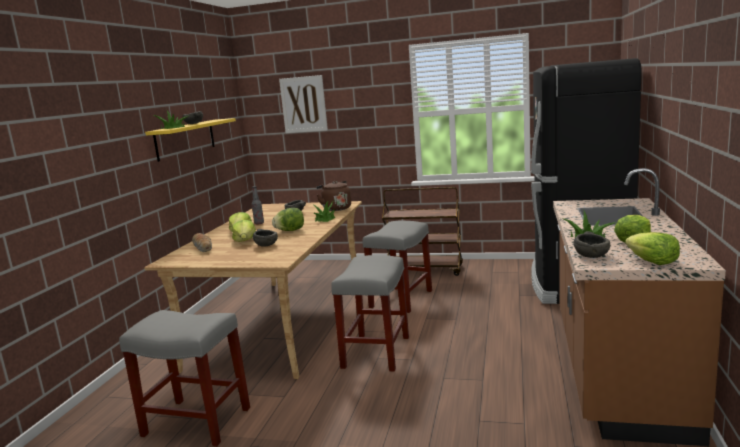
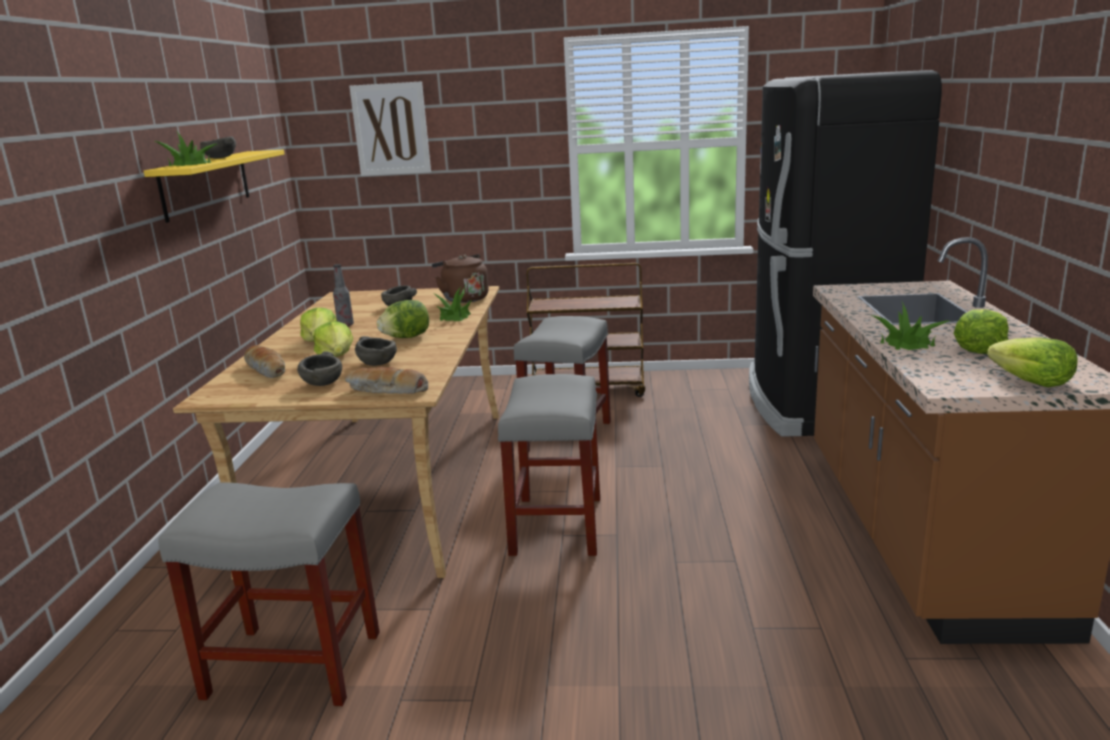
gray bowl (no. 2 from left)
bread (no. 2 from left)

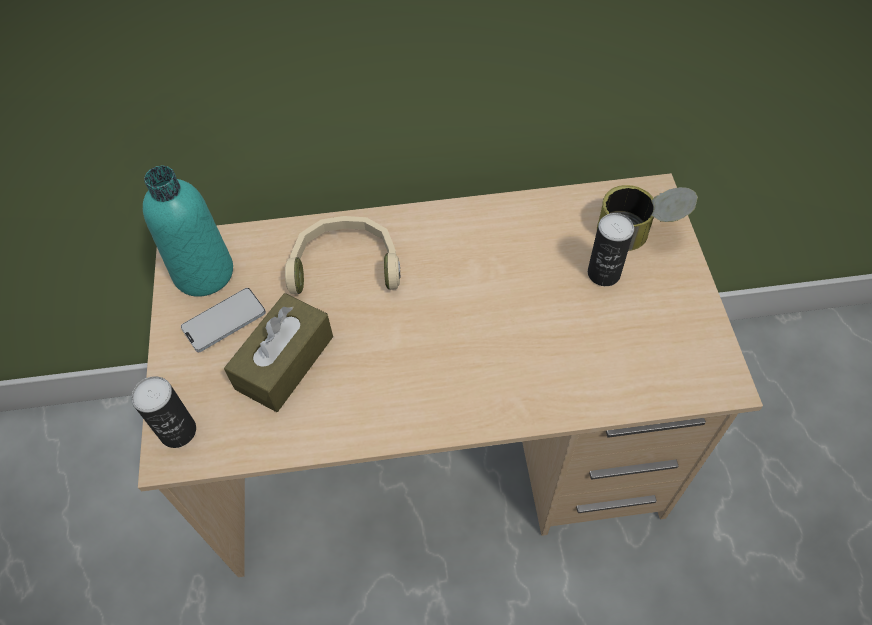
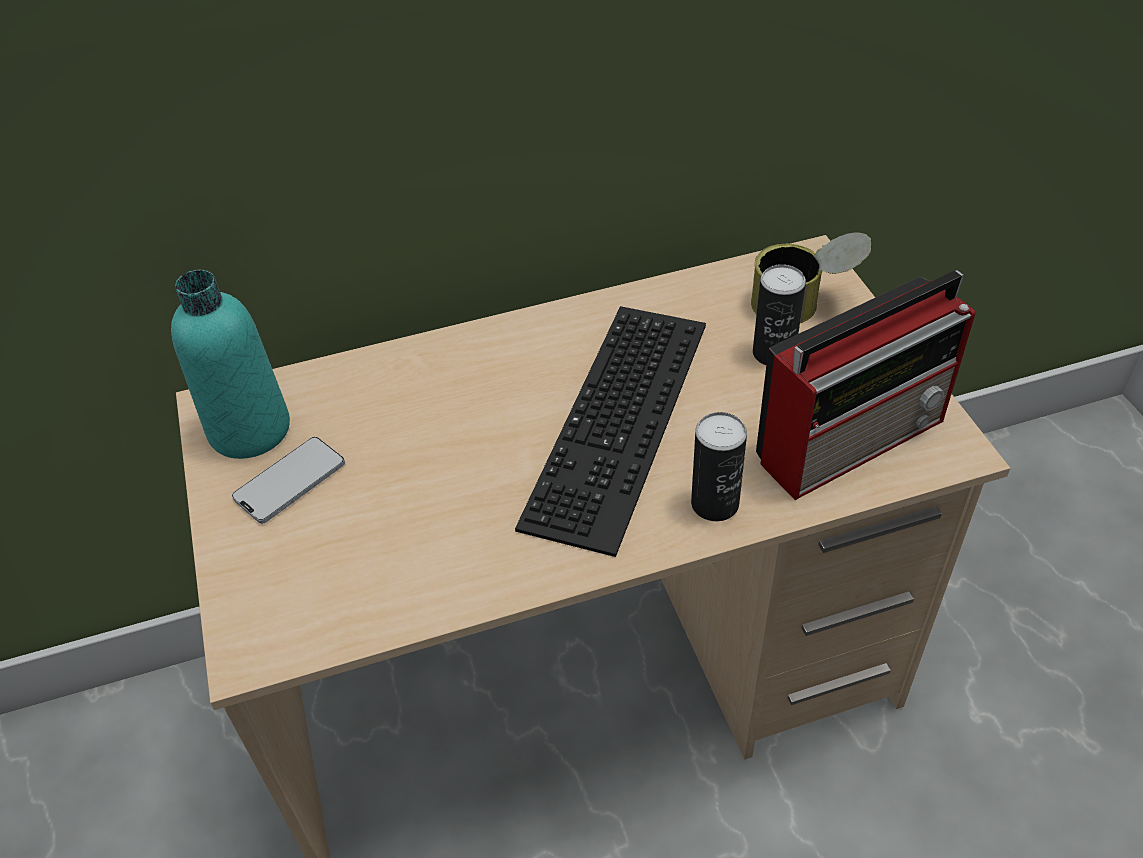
can (no. 1 from left)
brown tissue holder
sand-coloured headset
computer keyboard
radio

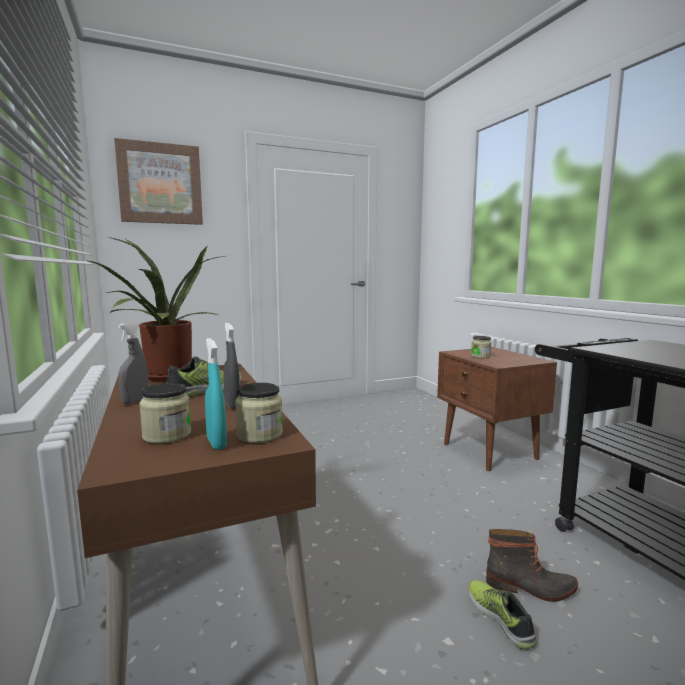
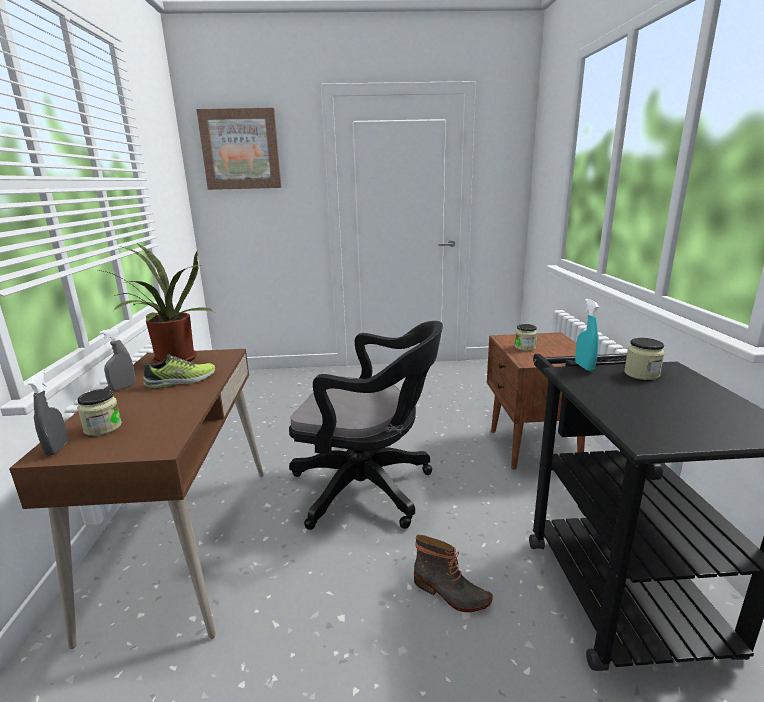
turquoise sprayer
gray sprayer (no. 1 from left)
preserve jar (no. 3 from left)
item of footwear (no. 2 from left in the first image)
blackish computer chair

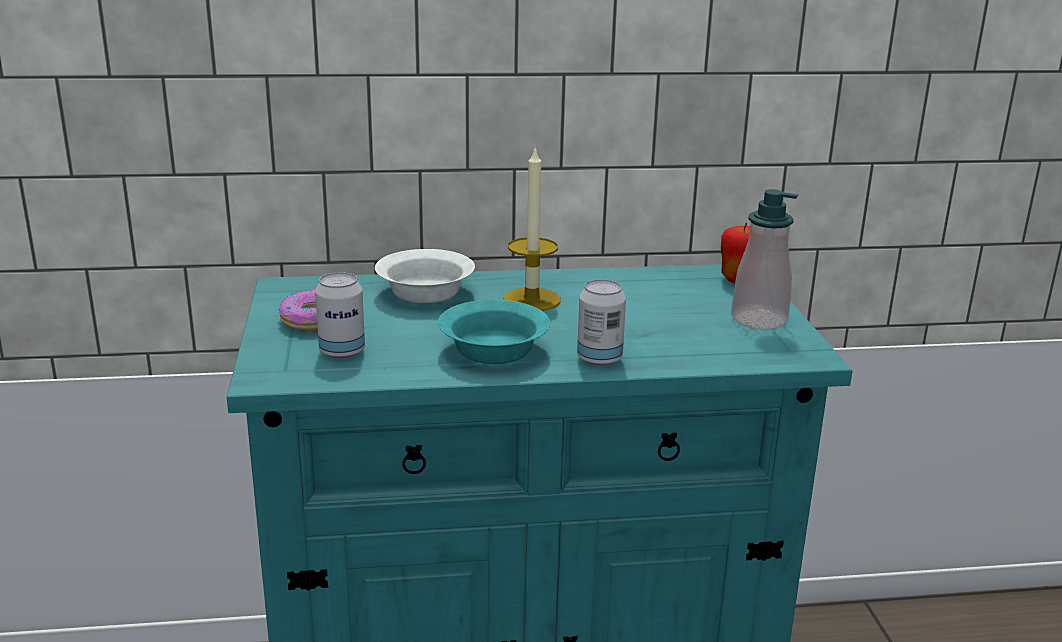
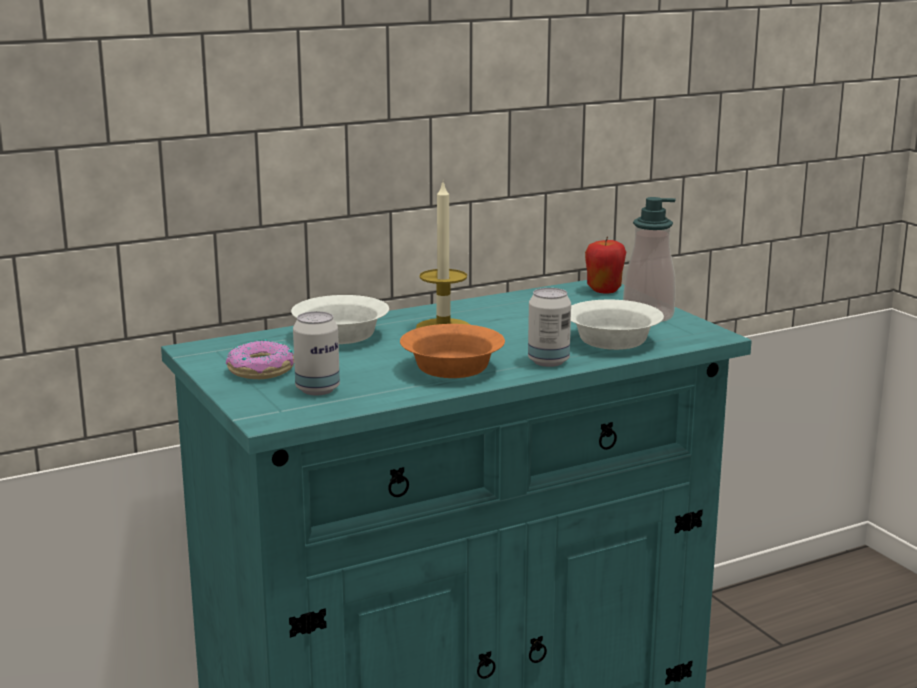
orange-coloured bowl
white bowl (no. 2 from left)

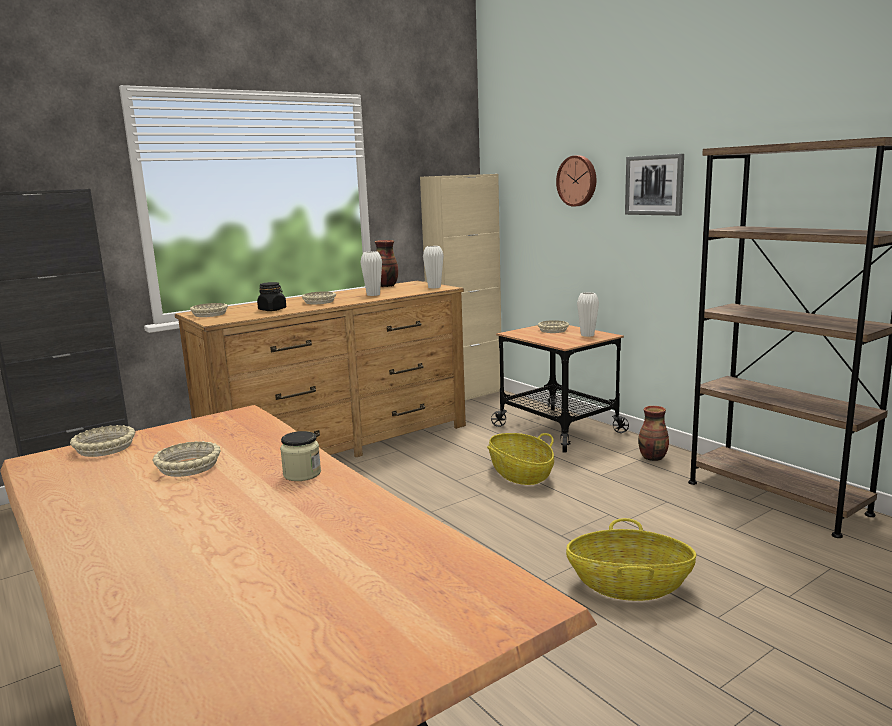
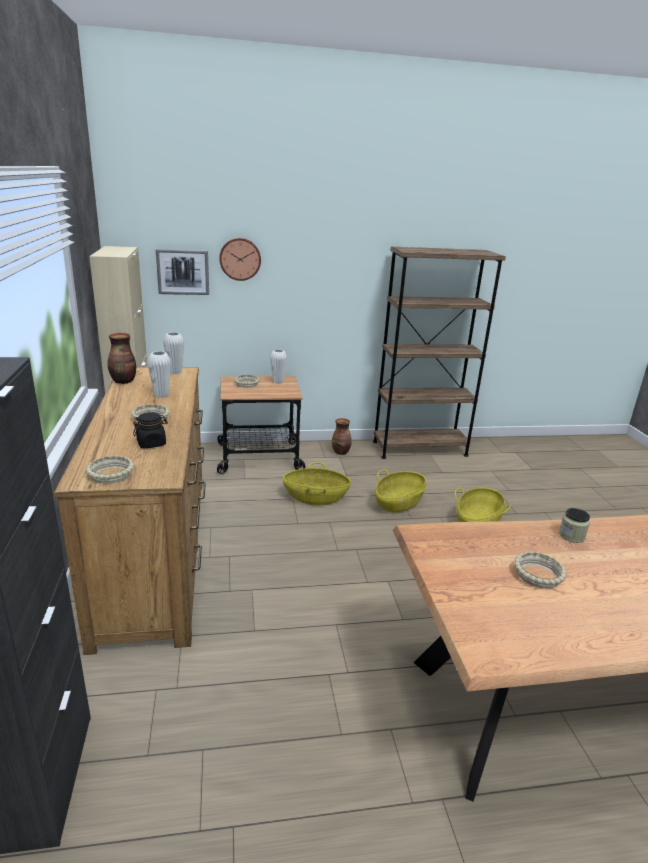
sand-coloured bowl (no. 1 from left in the first image)
wall art
storage basket (no. 2 from left)

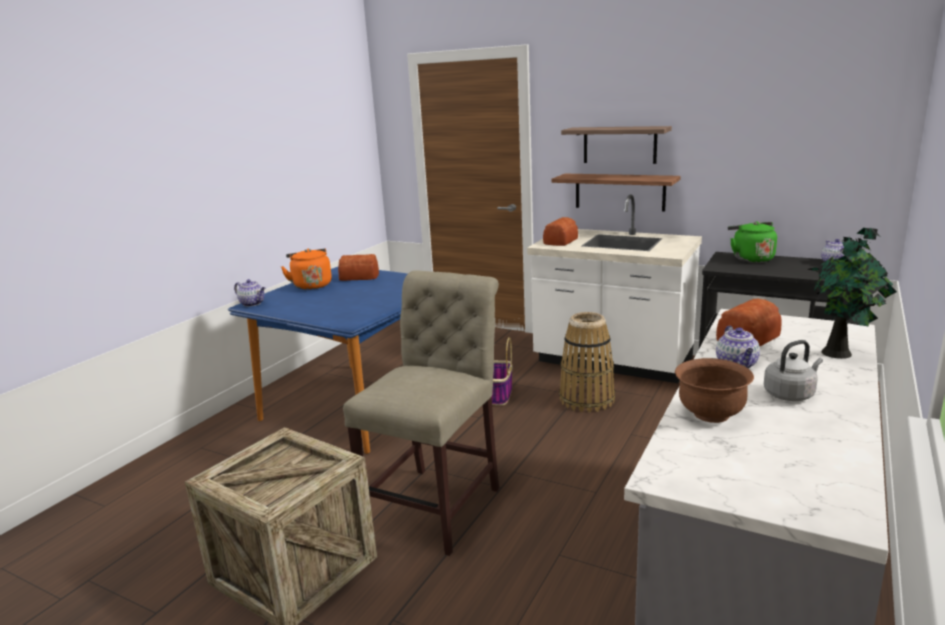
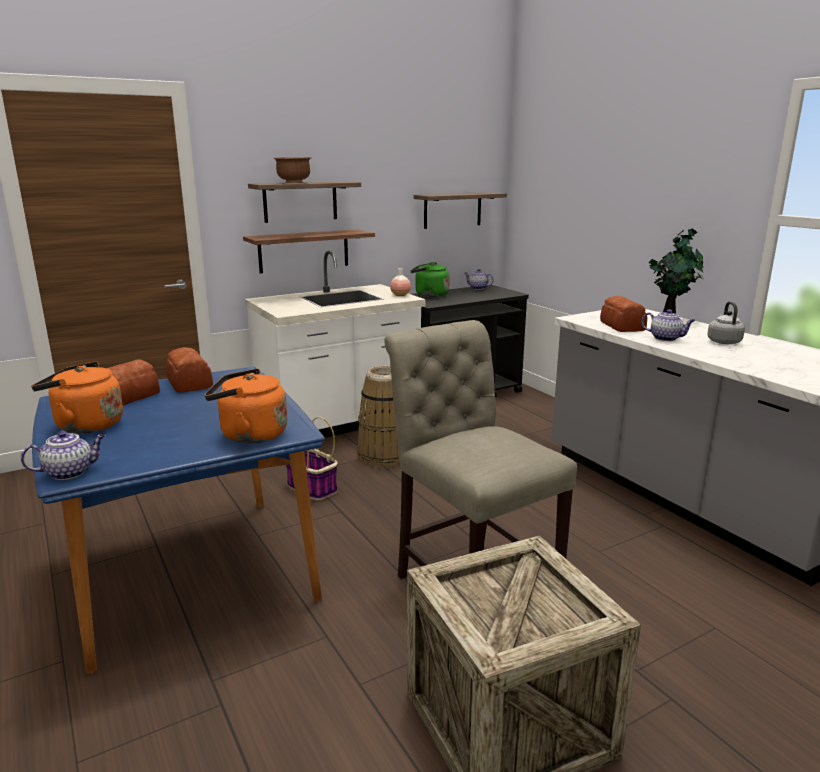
bread (no. 2 from left)
brown bowl
orange-coloured water kettle (no. 2 from left)
vase
wall shelf (no. 3 from left)

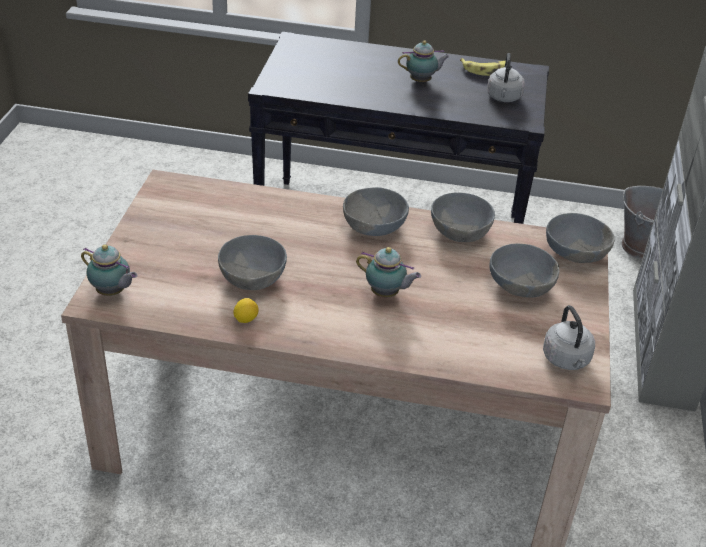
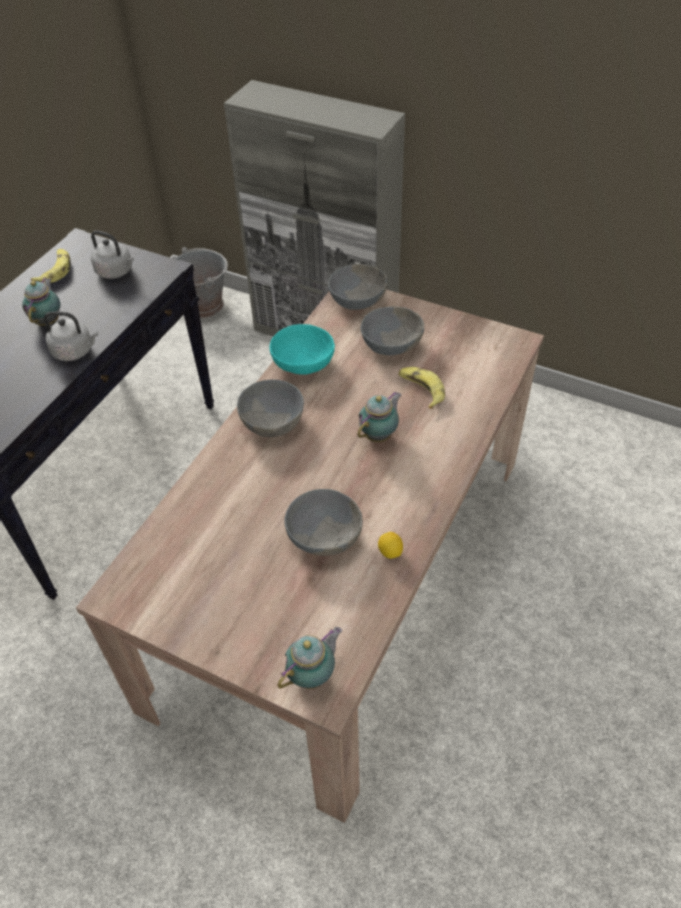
turquoise bowl
gray water kettle (no. 1 from left)
whole banana (no. 2 from left)

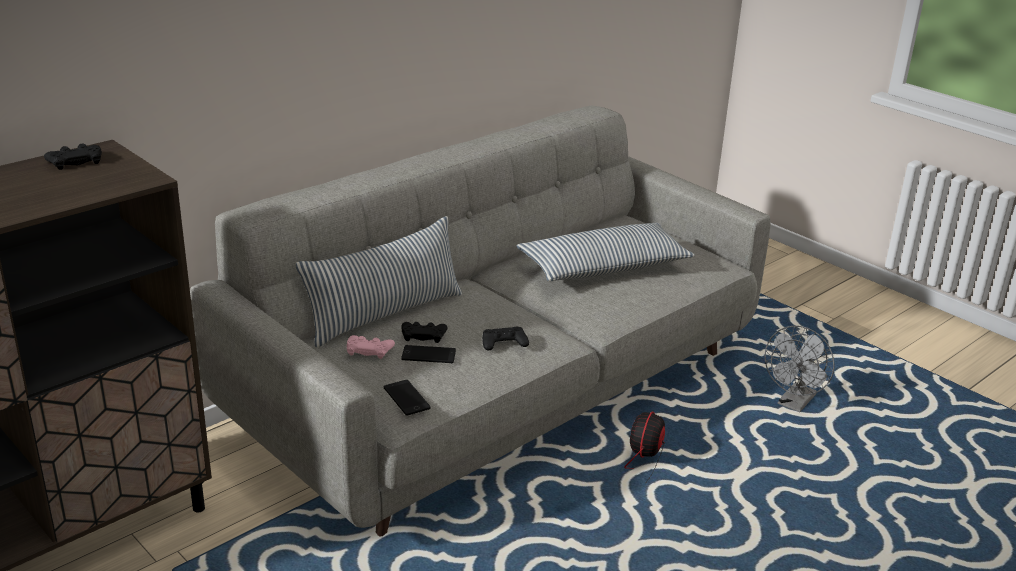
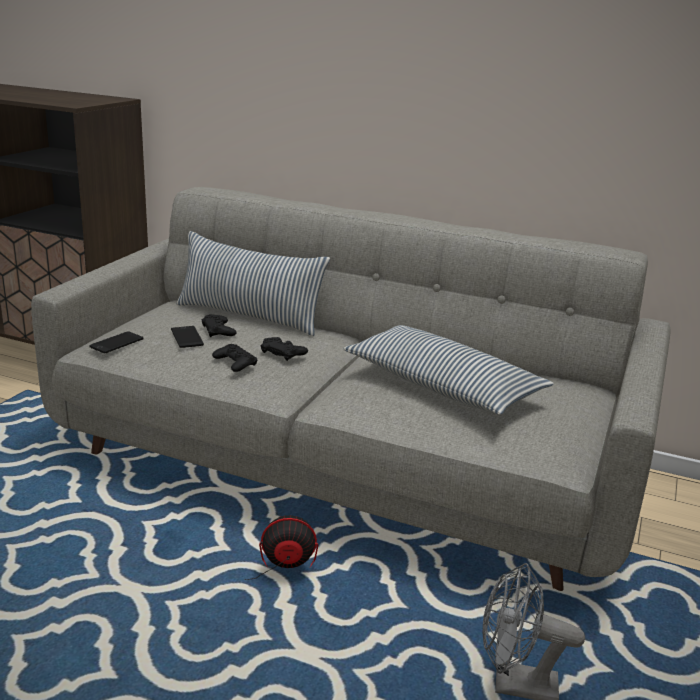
blackish gamepad (no. 3 from left)
pinkish gamepad

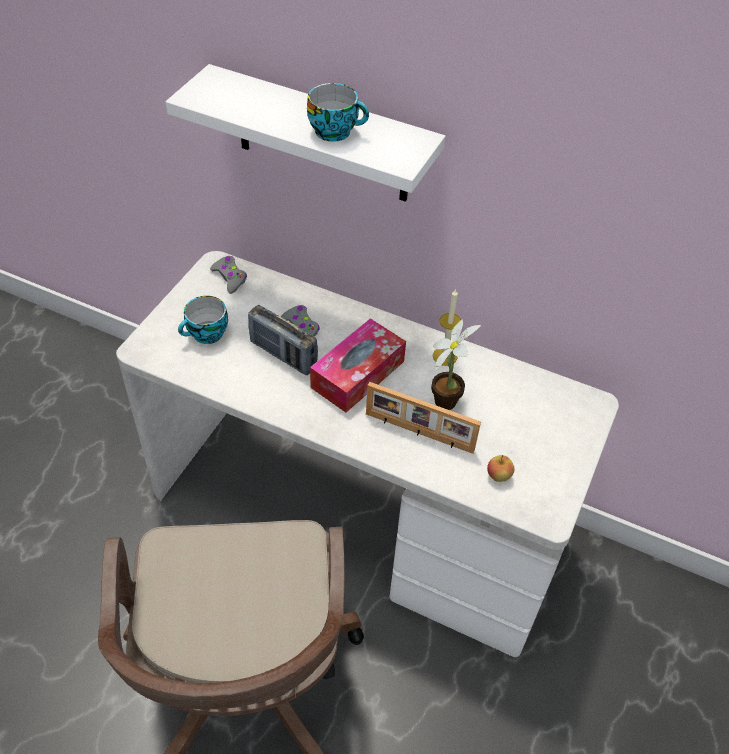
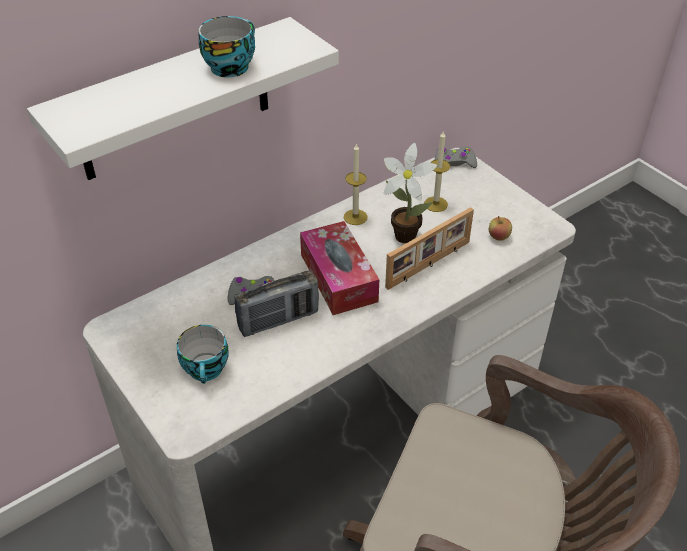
gray gamepad (no. 2 from left)
wax candle (no. 2 from left)

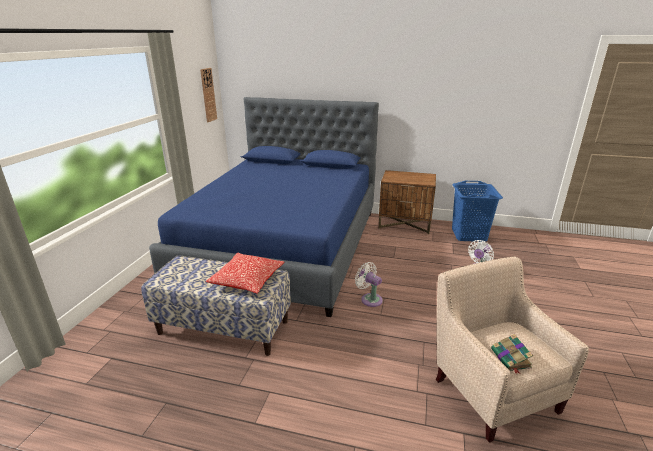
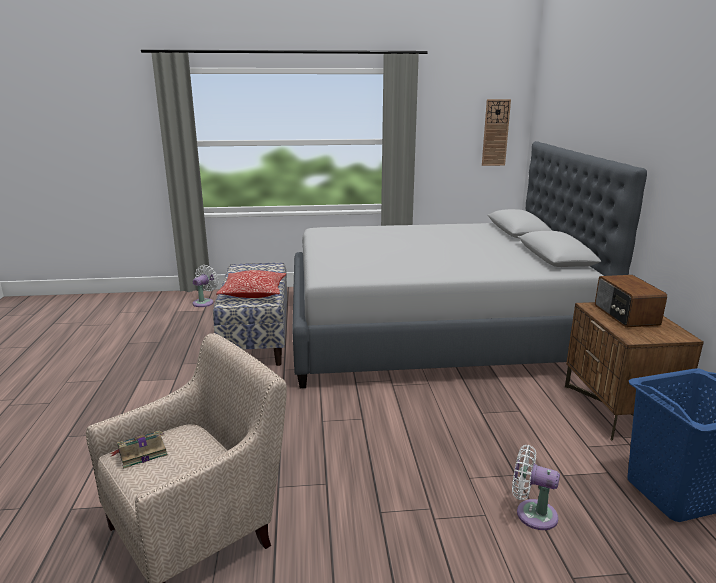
gray bedroom bed
white cooling fan (no. 1 from left)
radio

